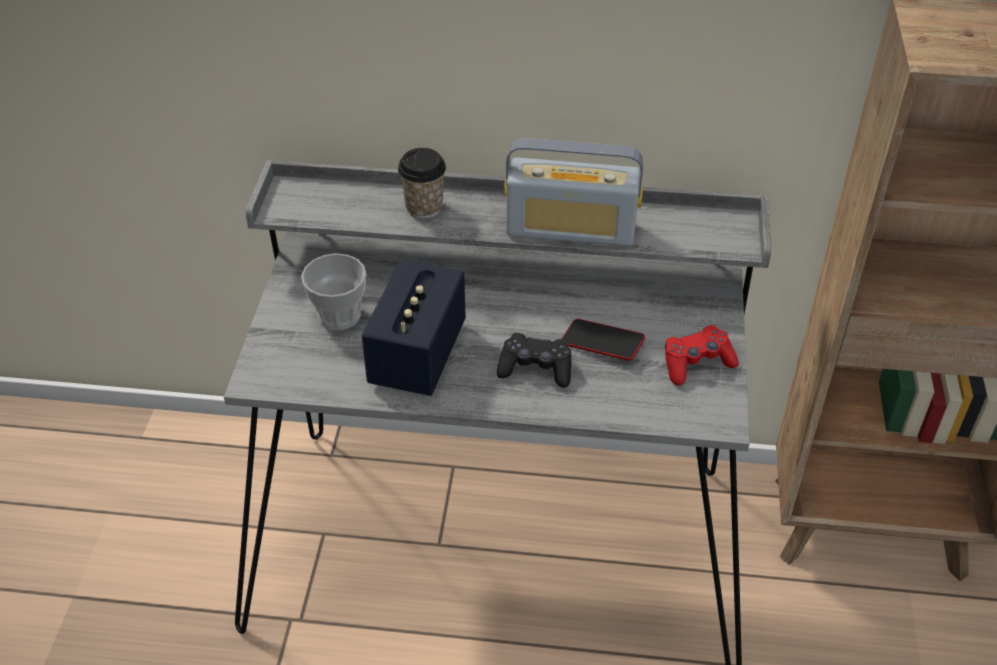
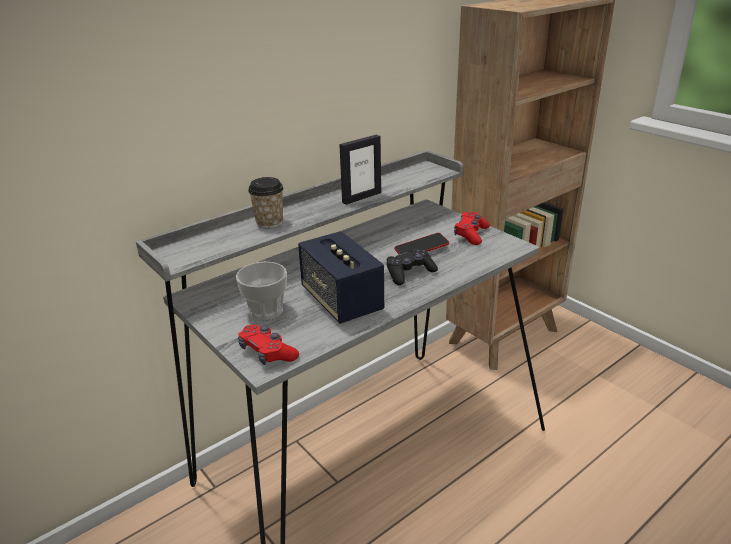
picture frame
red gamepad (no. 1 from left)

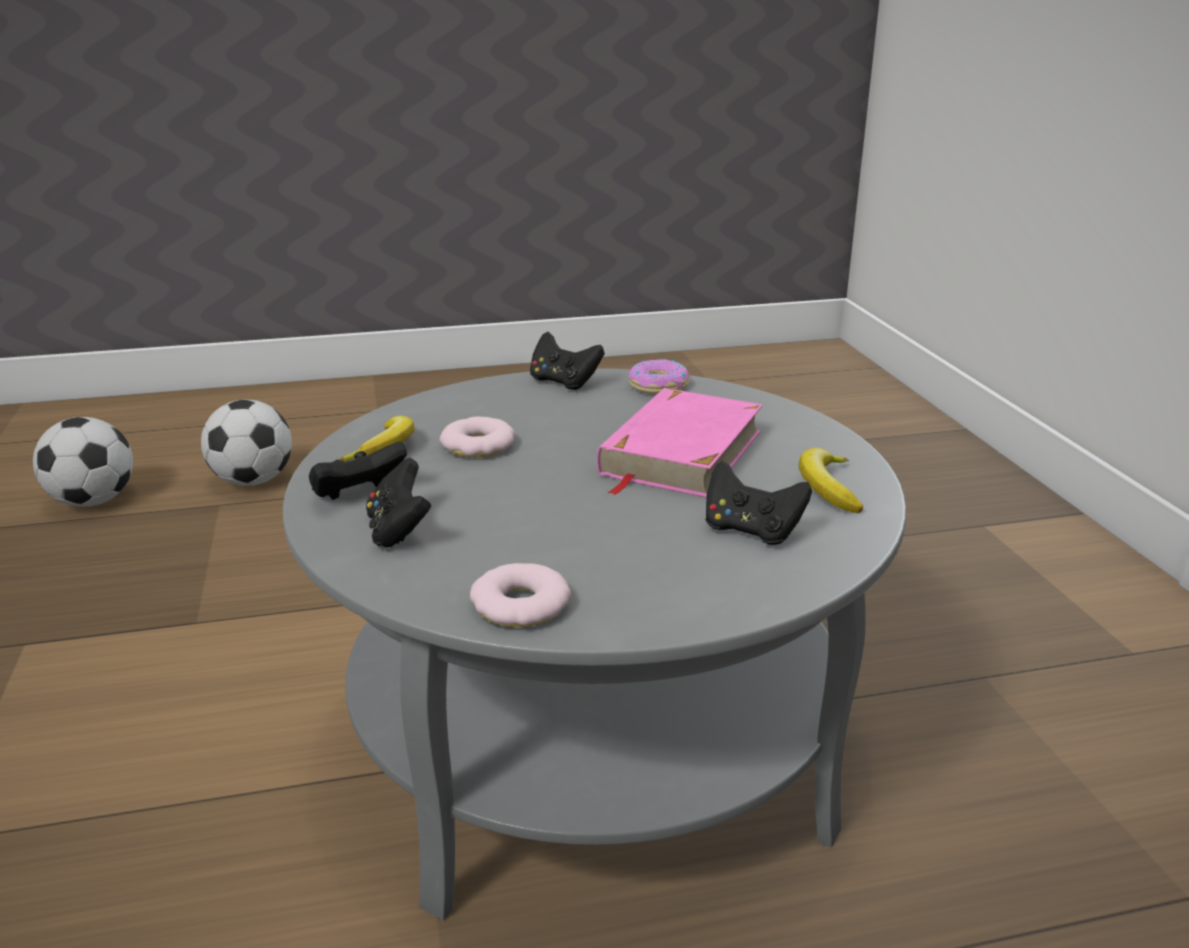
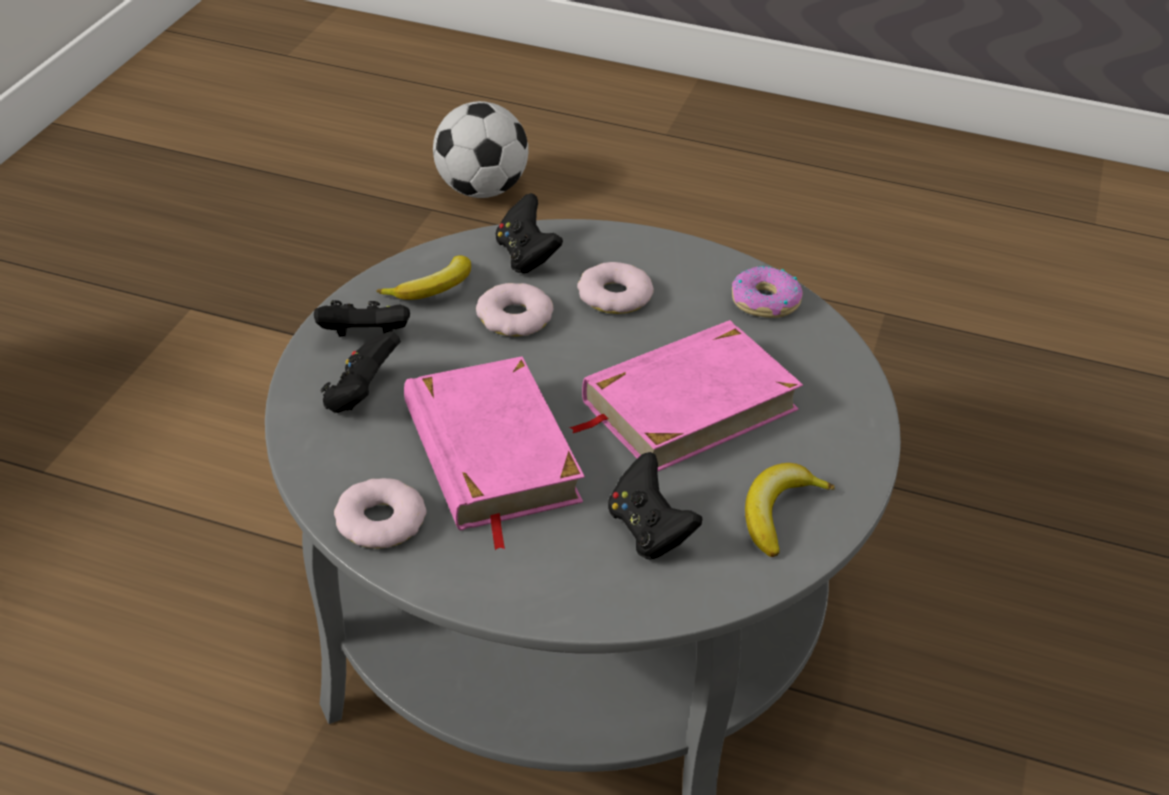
football (no. 1 from left in the first image)
blackish gamepad (no. 3 from left)
pinkish bound book (no. 1 from left)
ring doughnut (no. 3 from left)

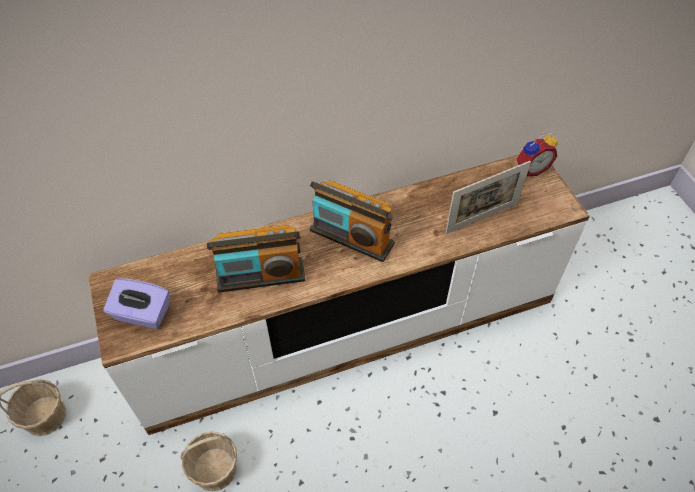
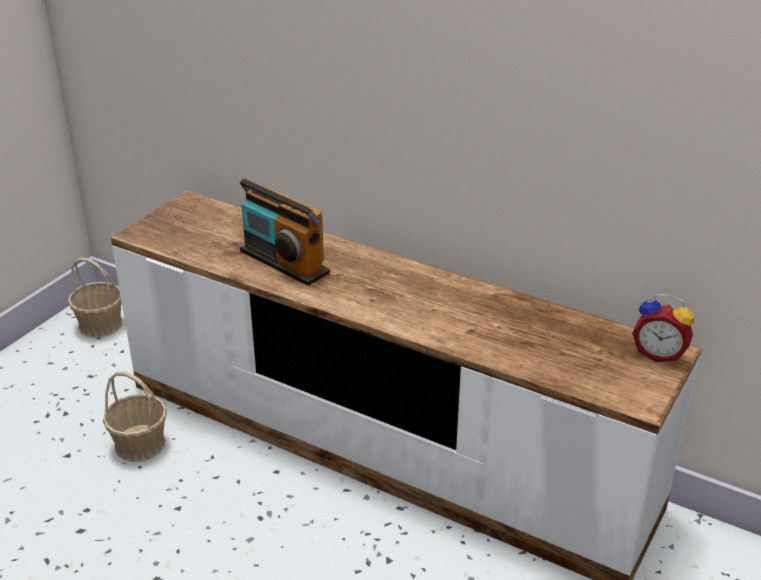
purple-coloured tissue holder
radio (no. 2 from left in the first image)
picture frame

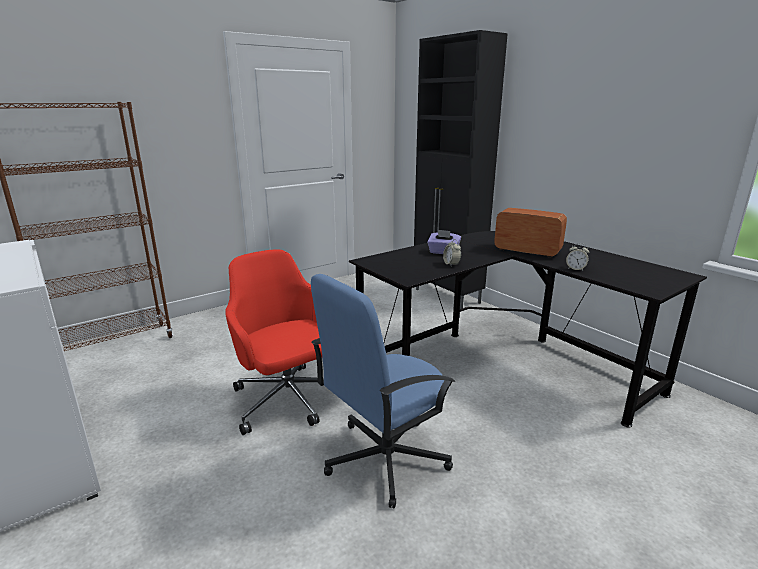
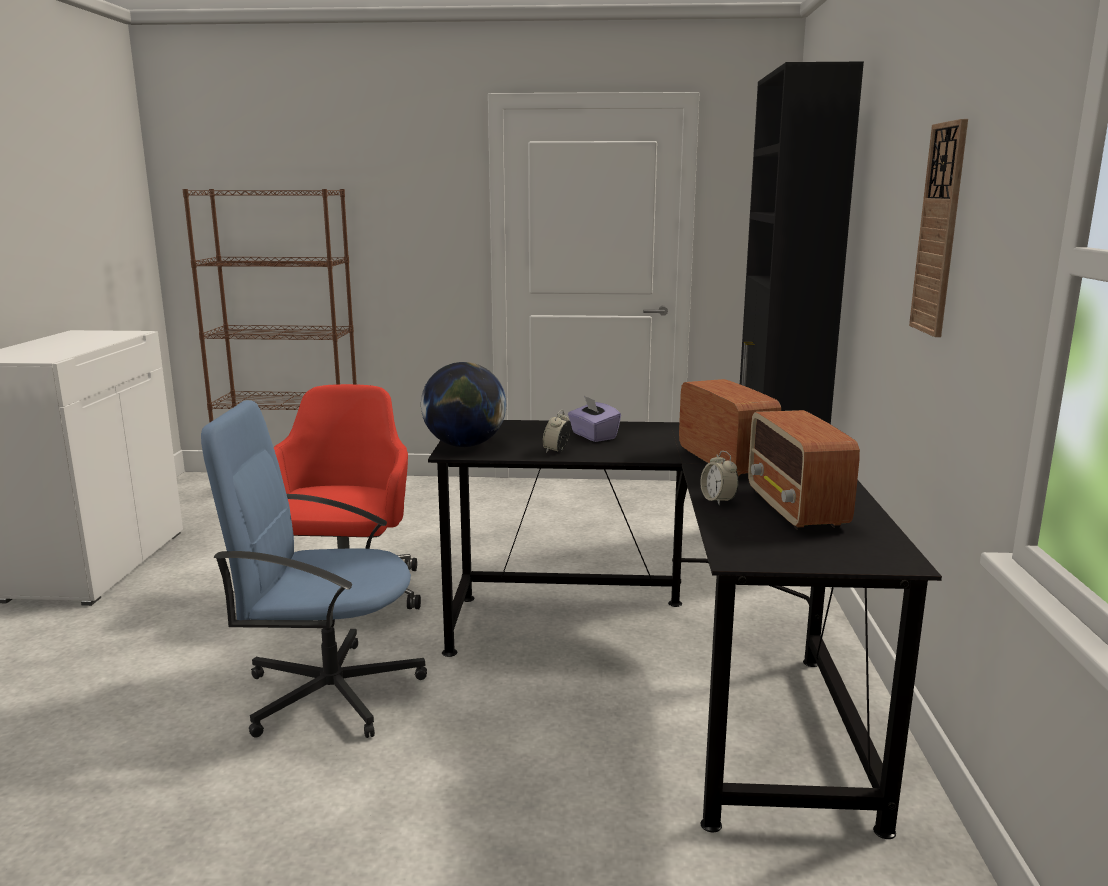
desk globe
radio (no. 2 from left)
clock on the wall

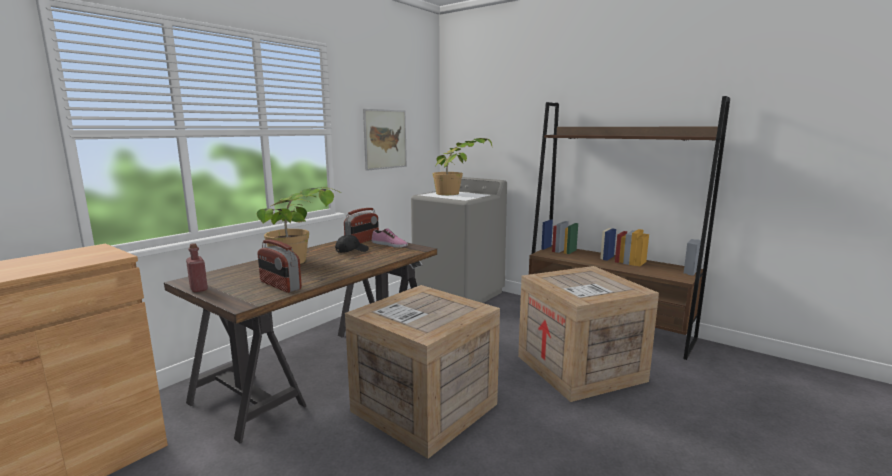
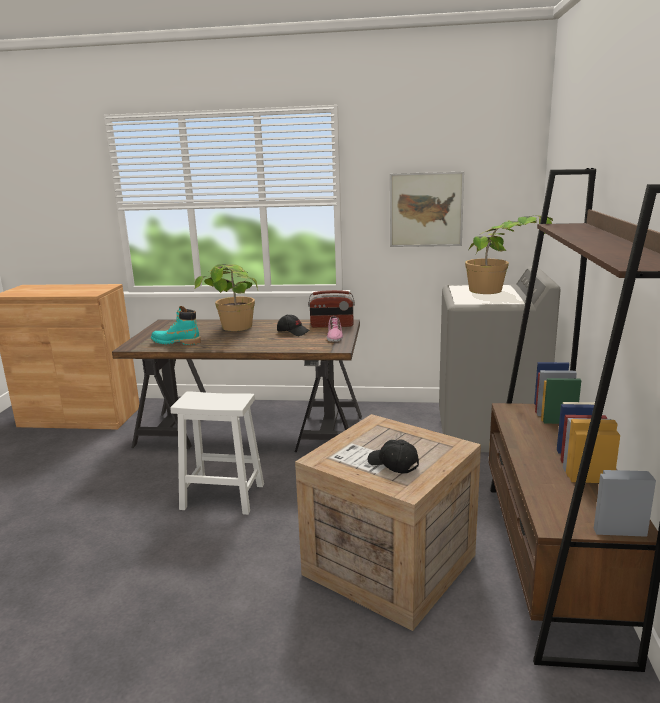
red bottle
turquoise boot
white sitting stool
blackish cap (no. 2 from left)

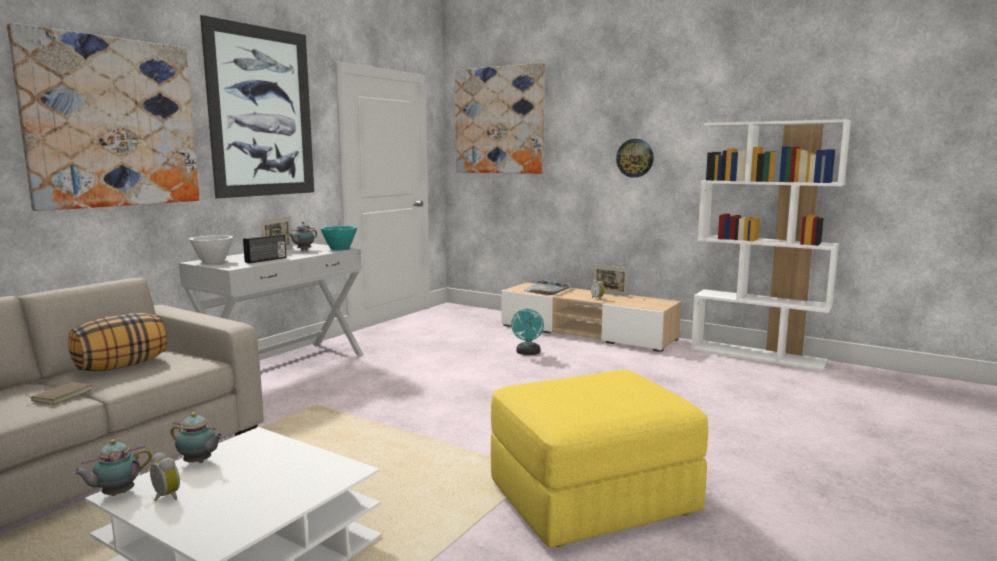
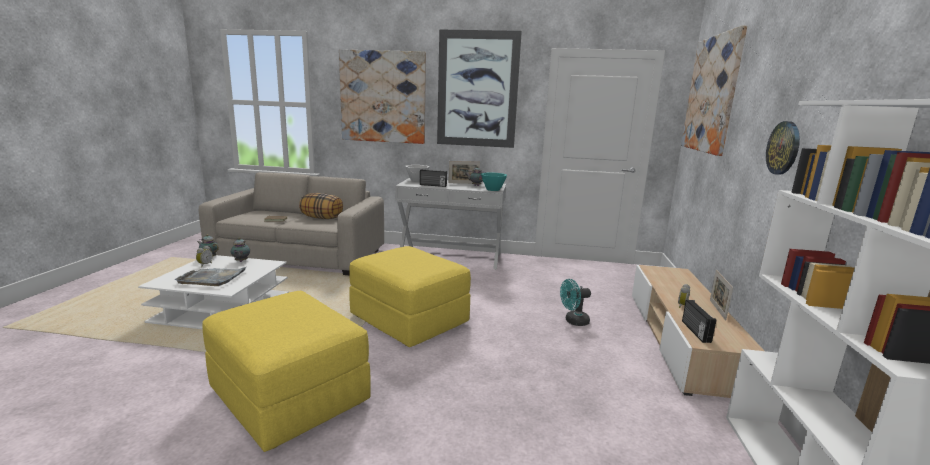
gray carrying tray
yellow-coloured ottoman (no. 2 from left)
radio (no. 2 from left)

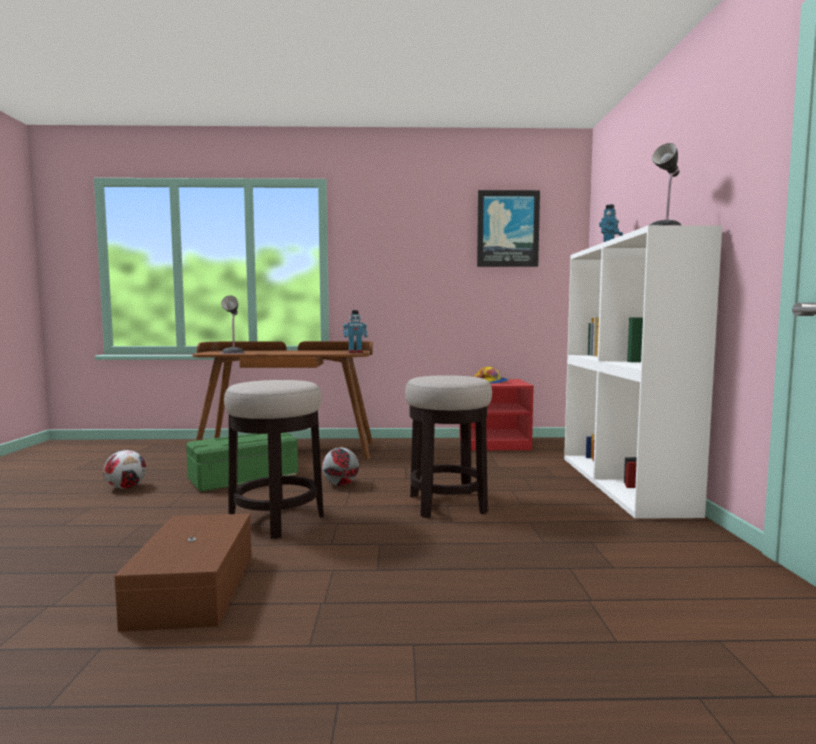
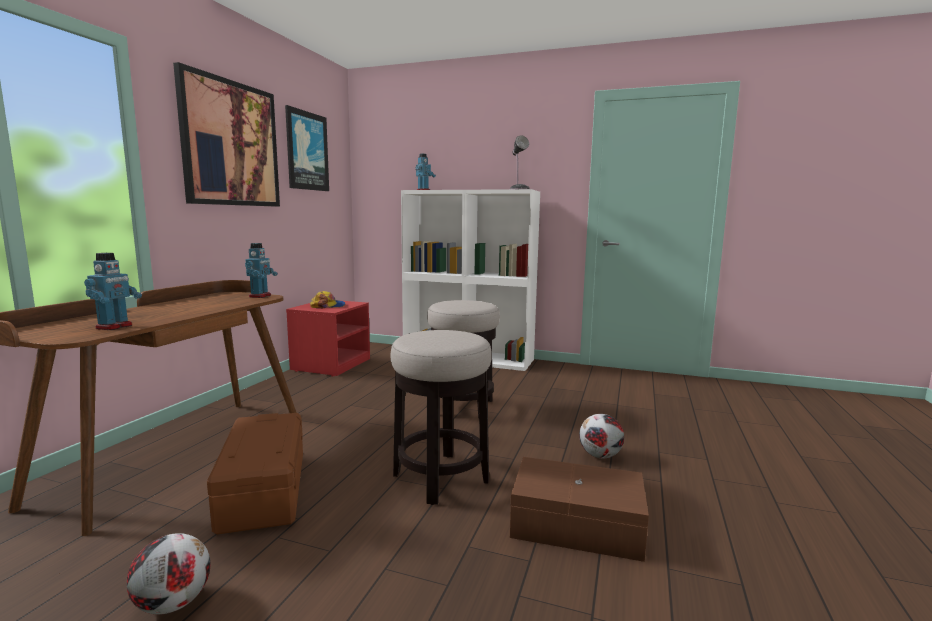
brown storage box (no. 1 from left)
toy robot (no. 1 from left)
football (no. 2 from left)
wall art (no. 1 from left)

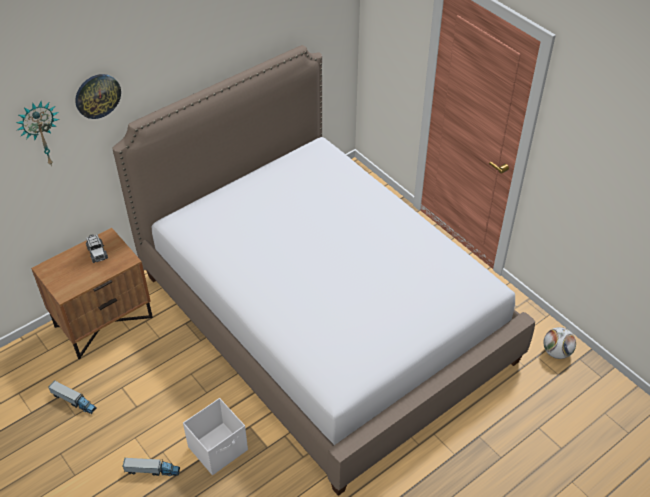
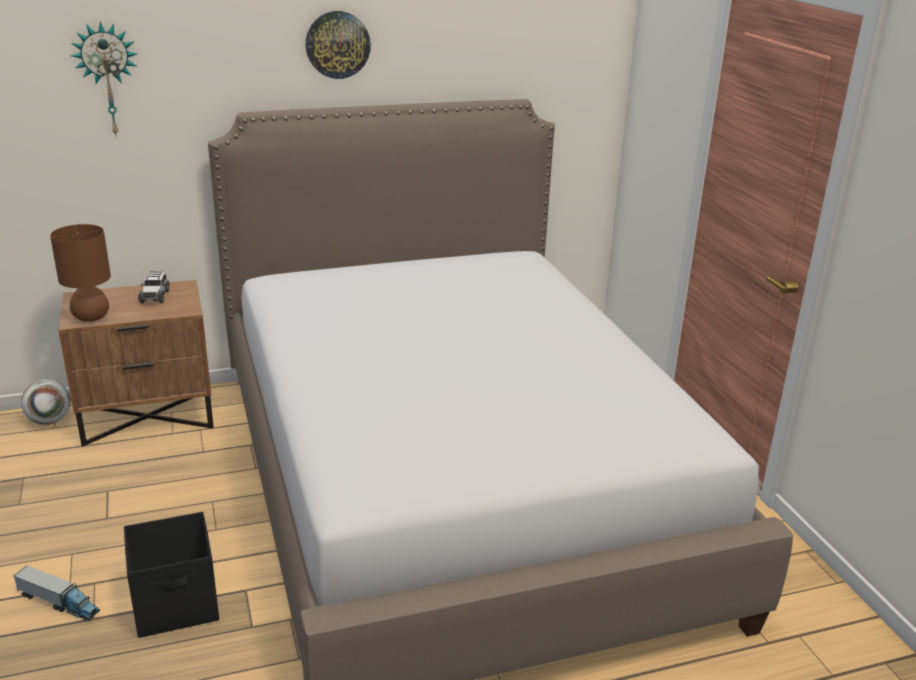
toy lorry (no. 1 from left in the first image)
clock on the wall (no. 2 from left)
blackish storage box
football
brown table lamp

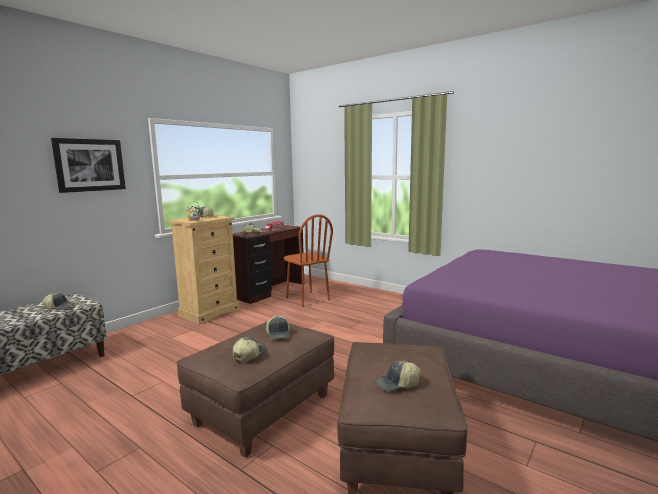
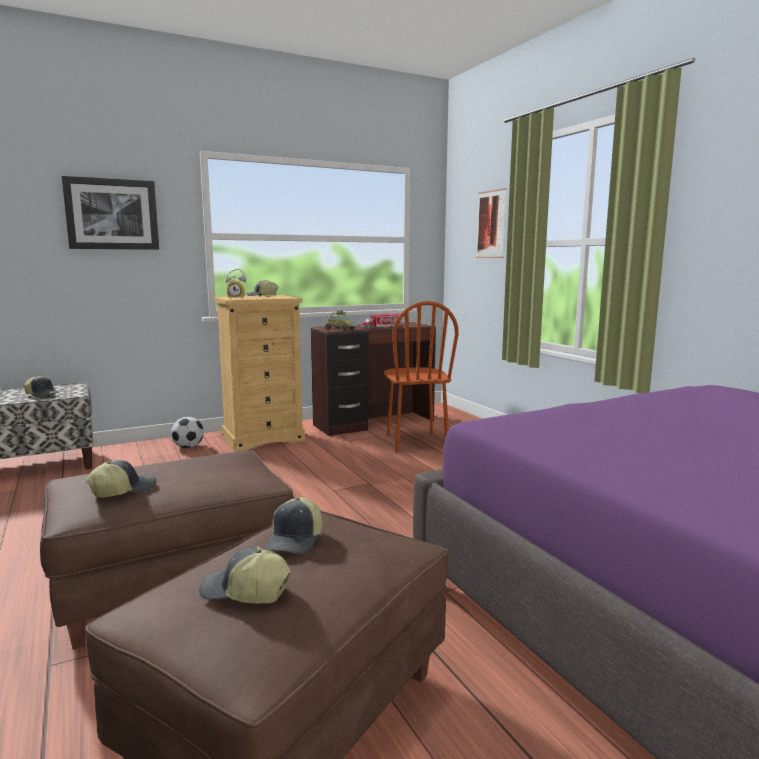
cap (no. 5 from left)
football
wall art (no. 2 from left)

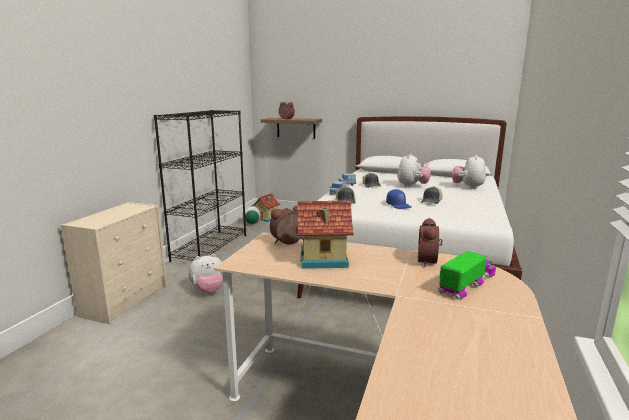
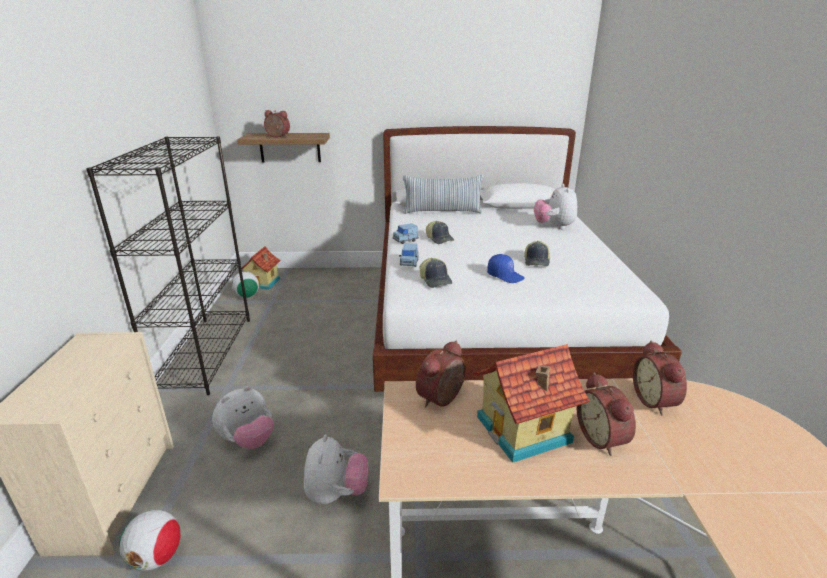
soft toy (no. 2 from left)
toy lorry
football (no. 1 from left)
cushion
table clock (no. 3 from left)

